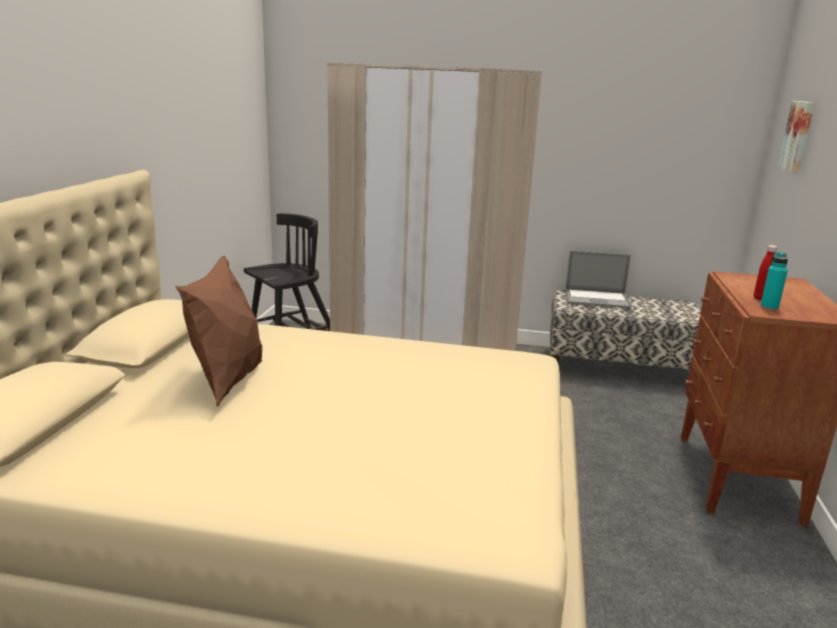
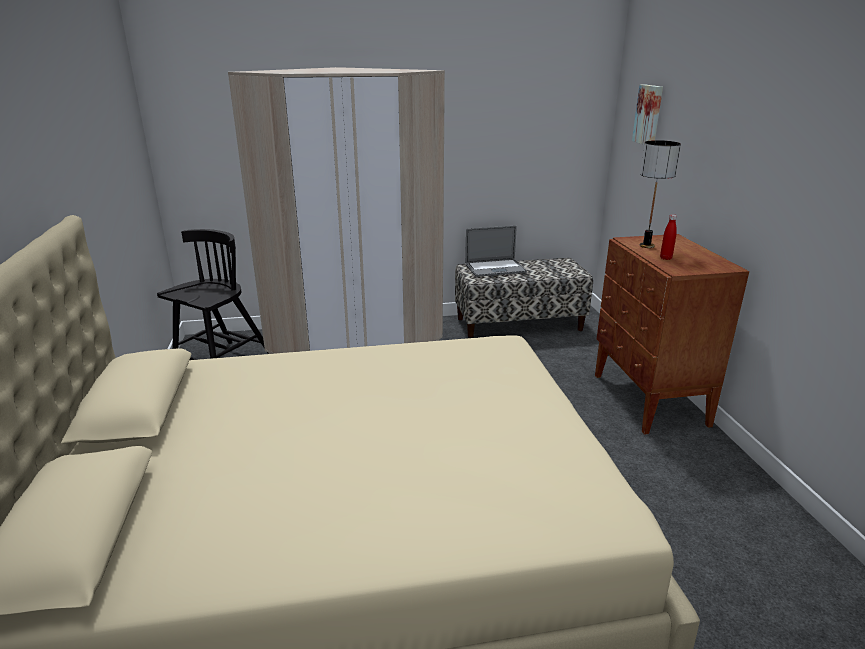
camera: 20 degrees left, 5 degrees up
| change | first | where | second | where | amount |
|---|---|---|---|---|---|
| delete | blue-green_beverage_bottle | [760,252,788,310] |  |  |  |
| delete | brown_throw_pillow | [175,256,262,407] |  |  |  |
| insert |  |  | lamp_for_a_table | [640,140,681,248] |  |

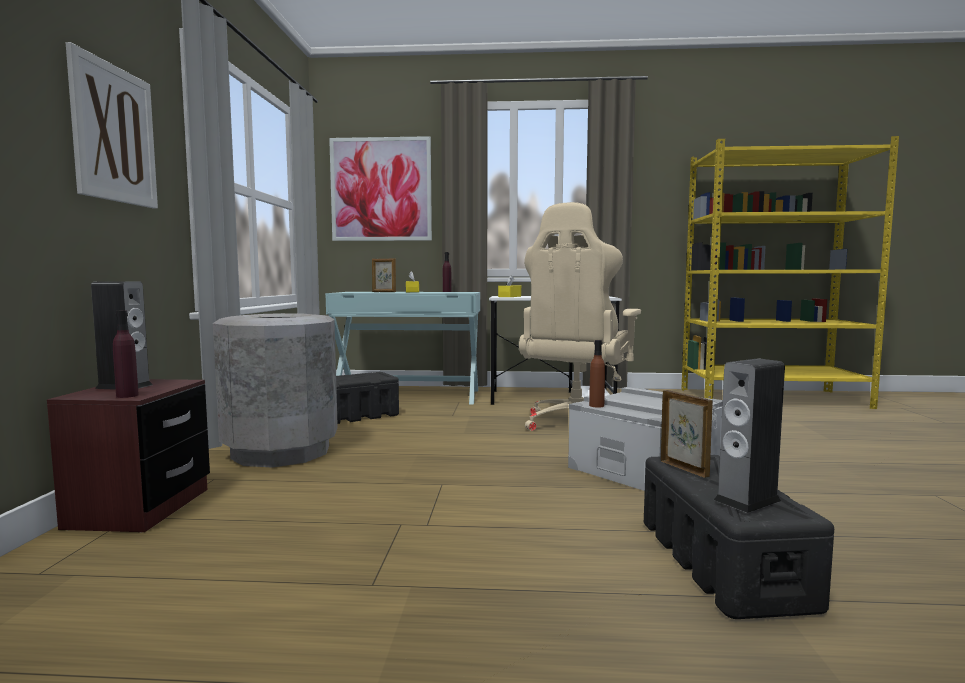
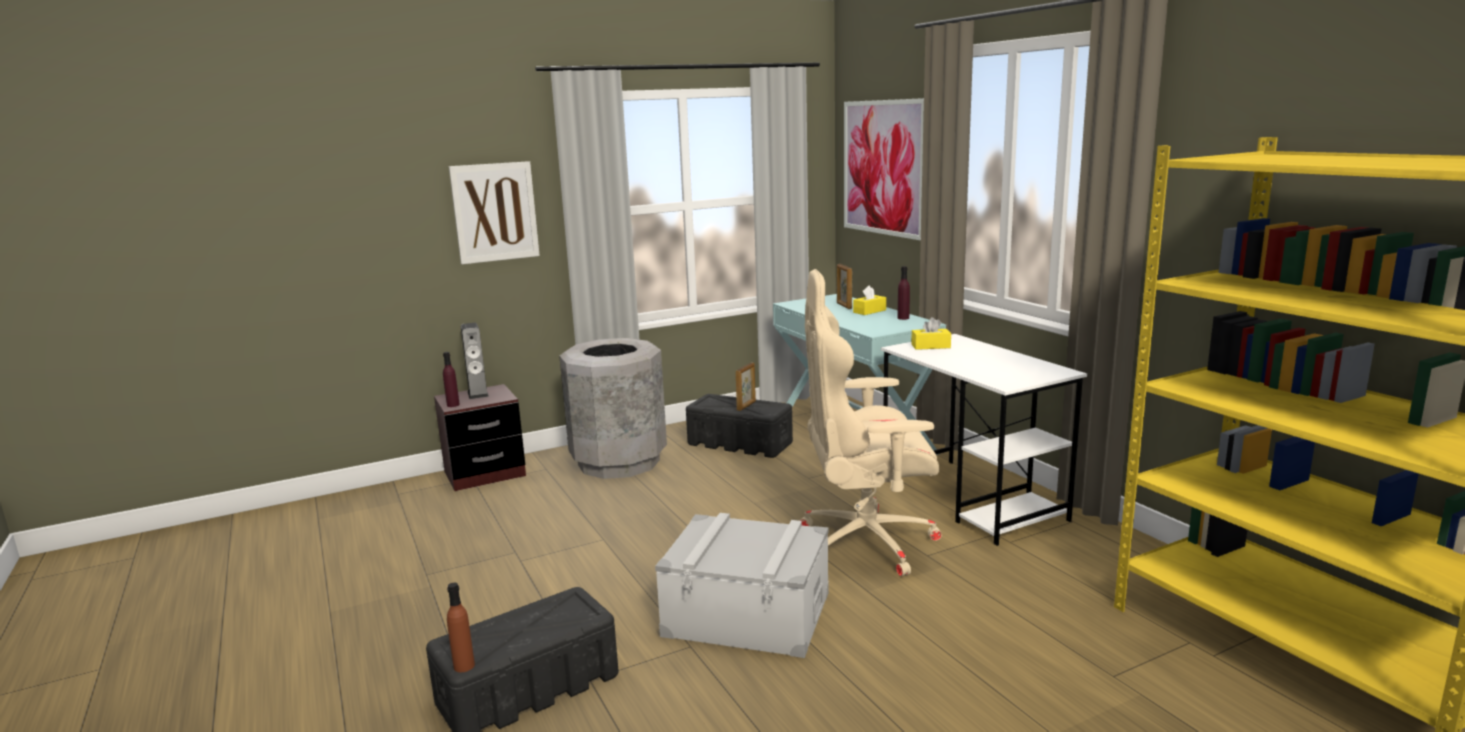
camera: 60 degrees right, 10 degrees up
| change | first | where | second | where | amount |
|---|---|---|---|---|---|
| move | brown_beverage_bottle | [589,340,605,407] |  | [447,583,475,672] |  |
| delete | loudspeaker | [714,358,785,513] |  |  |  |
| move | photo_frame | [661,390,713,478] |  | [736,362,756,411] |  |

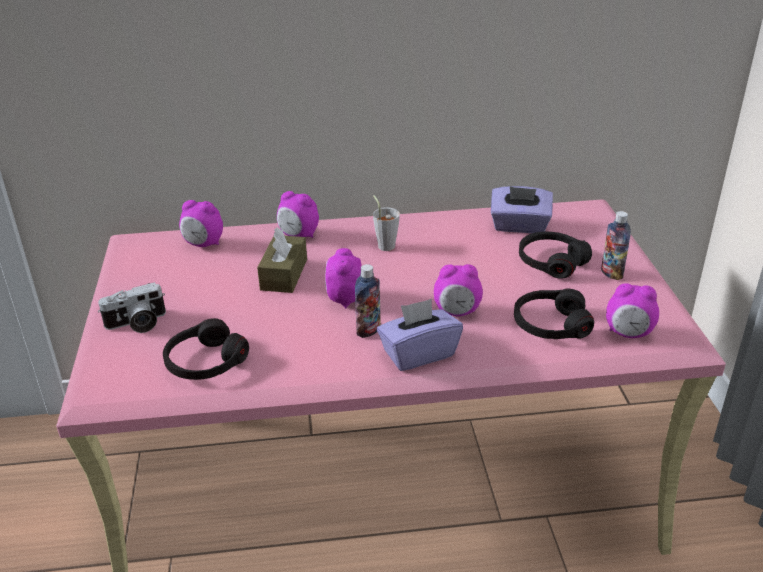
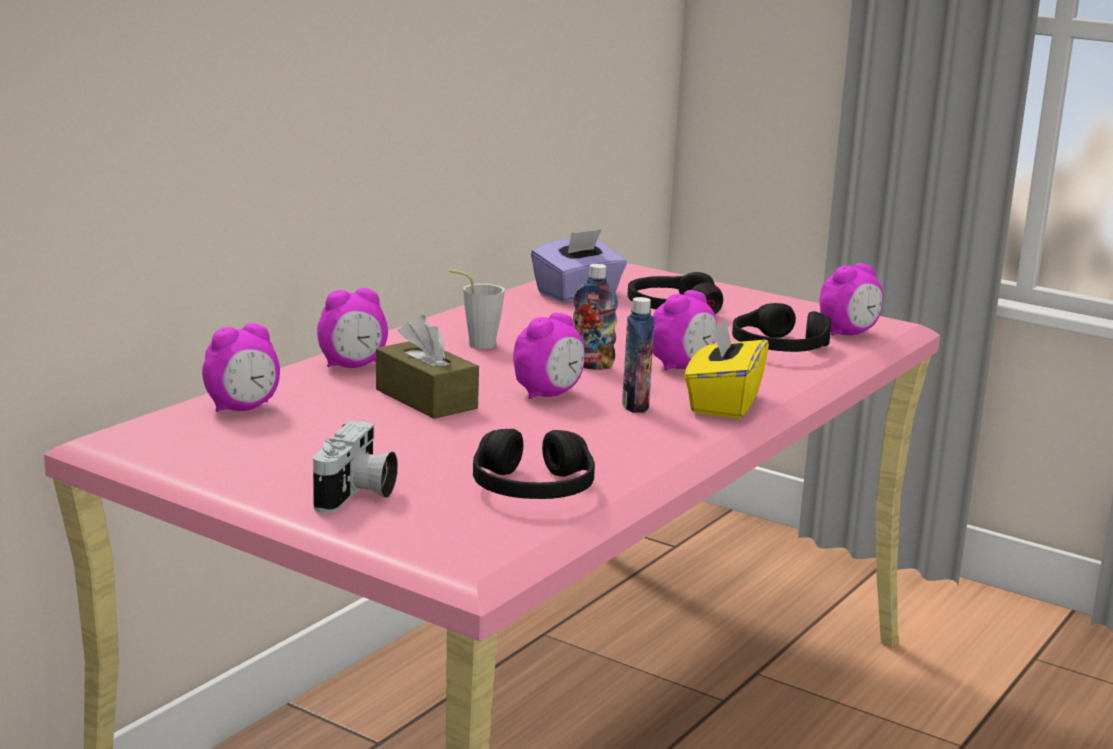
camera: 50 degrees left, 15 degrees down
| change | first | where | second | where | amount |
|---|---|---|---|---|---|
| move | beverage_bottle | [601,211,631,280] |  | [573,264,618,370] |  |
| rotate | bedside_clock | [325,248,362,309] |  | [513,312,585,399] | 90 degrees counterclockwise |
| recolor | purple_tissue_holder | [377,299,463,371] | yellow-coloured_tissue_holder | [684,318,769,419] |  |

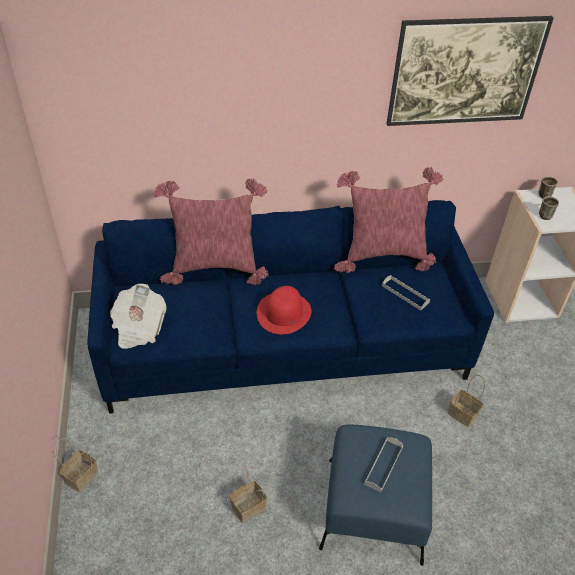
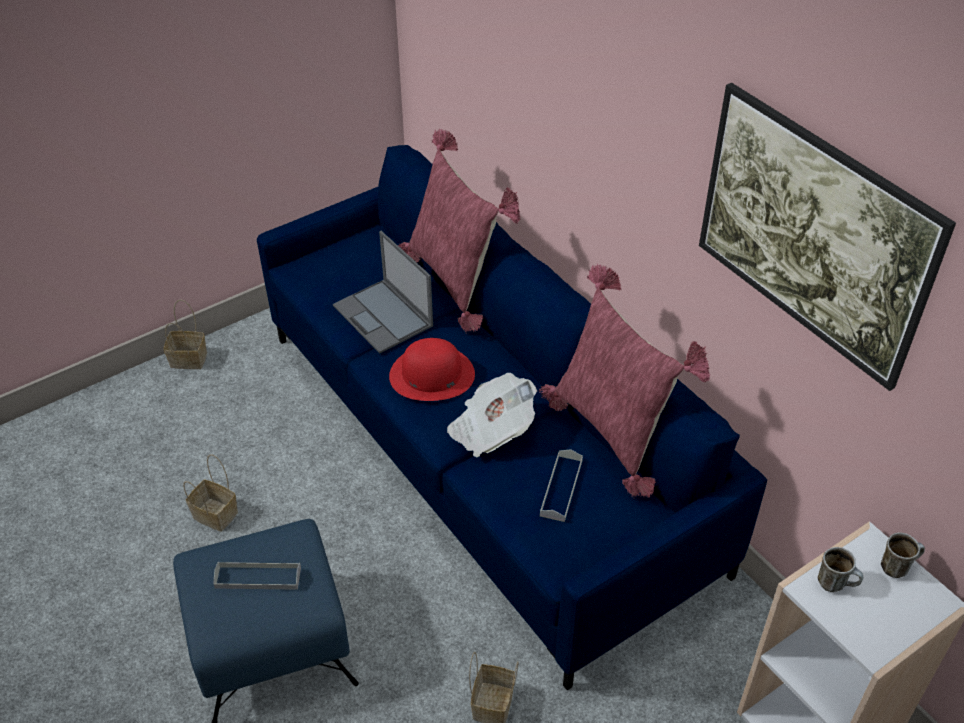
camera: 65 degrees right, 0 degrees up
| change | first | where | second | where | amount |
|---|---|---|---|---|---|
| move | newspaper | [110,284,167,349] |  | [447,373,537,458] |  |
| insert |  |  | notebook_computer | [333,231,433,354] |  |

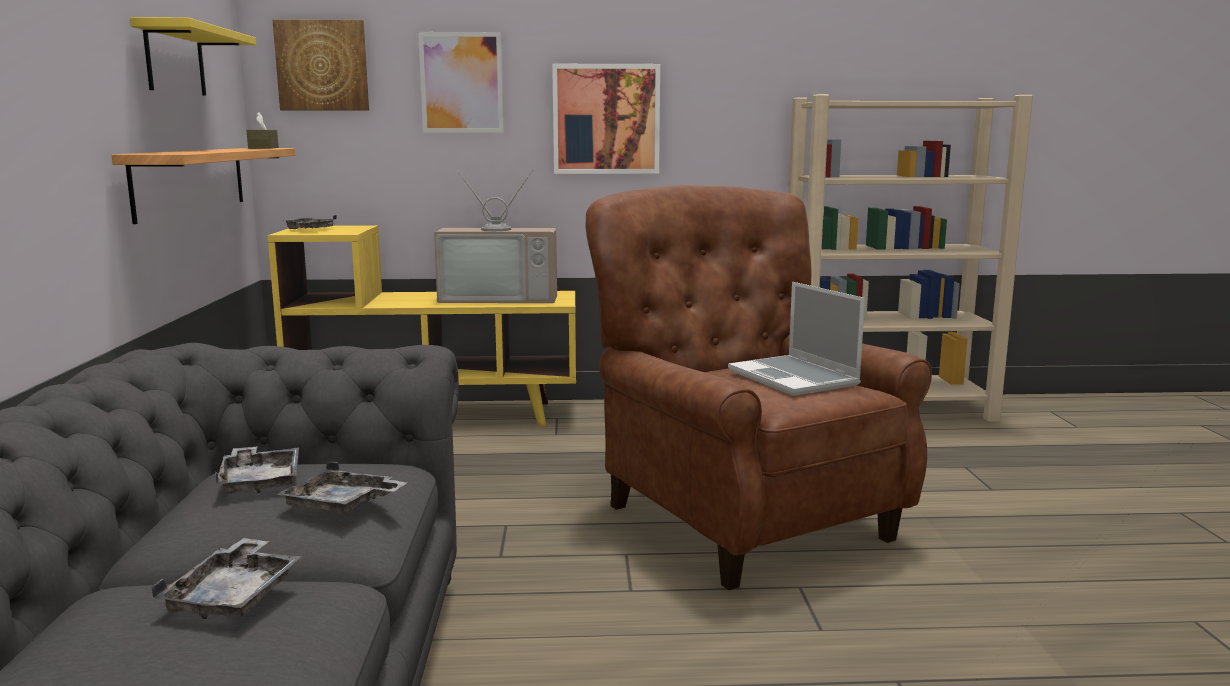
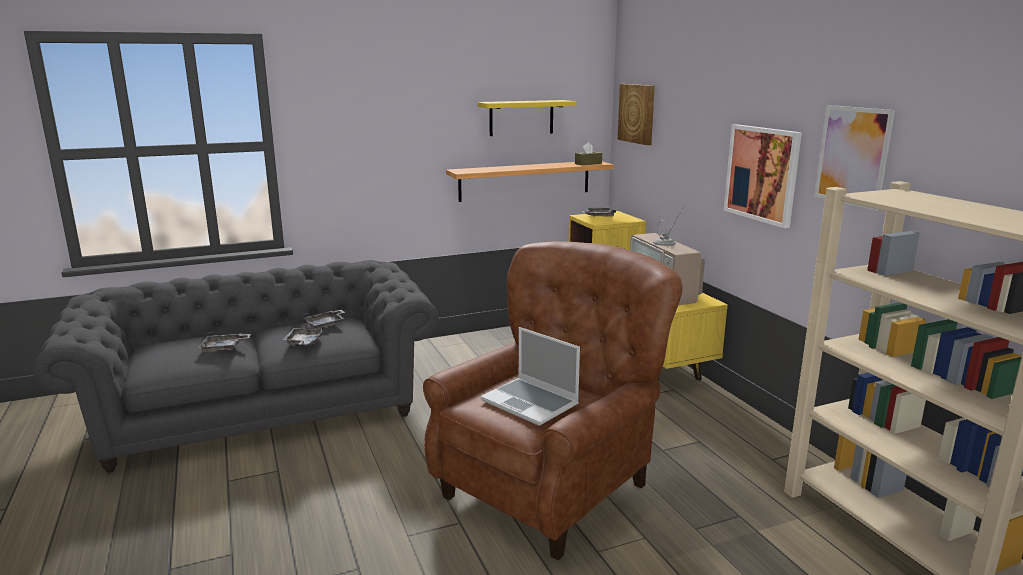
camera: 70 degrees right, 5 degrees up
| change | first | where | second | where | amount |
|---|---|---|---|---|---|
| move | picture | [418,32,504,133] |  | [814,105,895,211] |  |
| rotate | notebook_computer | [728,282,865,396] |  | [481,327,580,426] | 90 degrees counterclockwise |

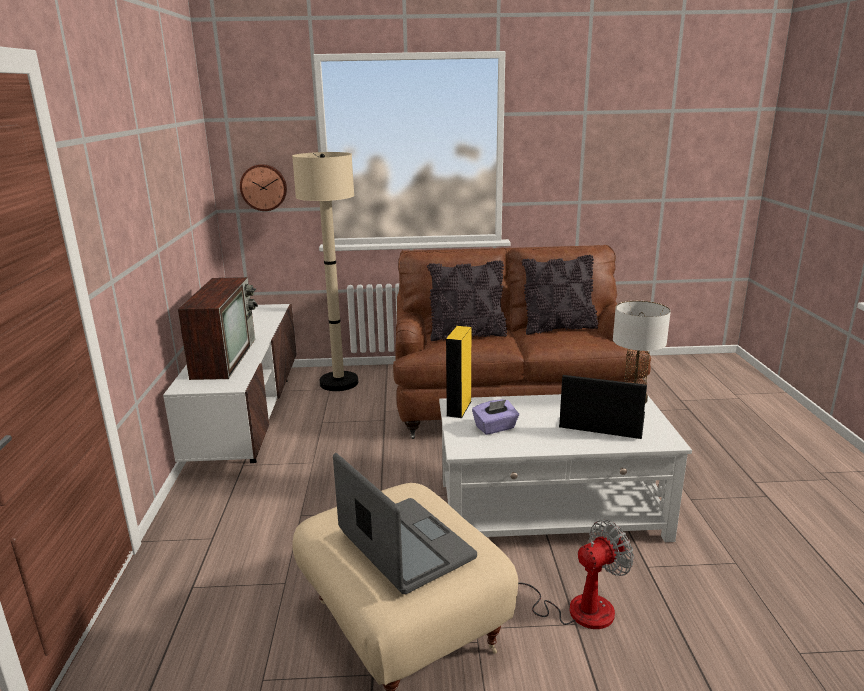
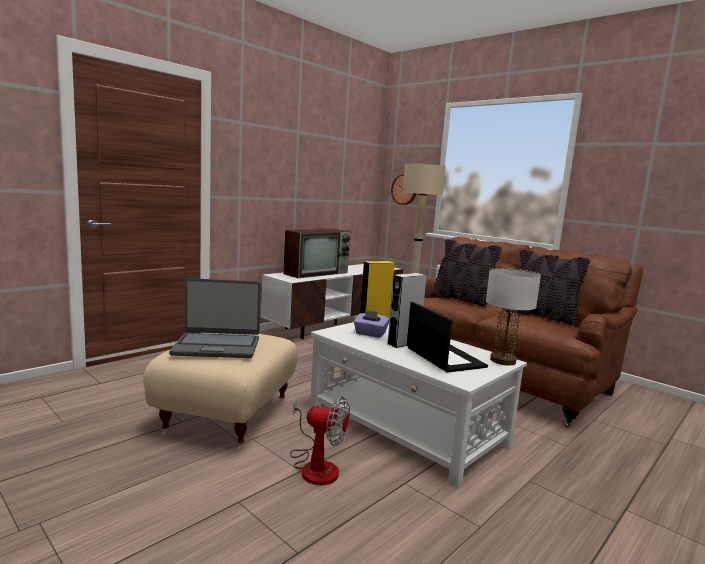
camera: 45 degrees right, 10 degrees down
| change | first | where | second | where | amount |
|---|---|---|---|---|---|
| rotate | notebook_computer | [333,453,477,594] |  | [169,278,261,358] | 75 degrees clockwise |
| insert |  |  | greyish_loudspeaker | [388,273,427,348] |  |

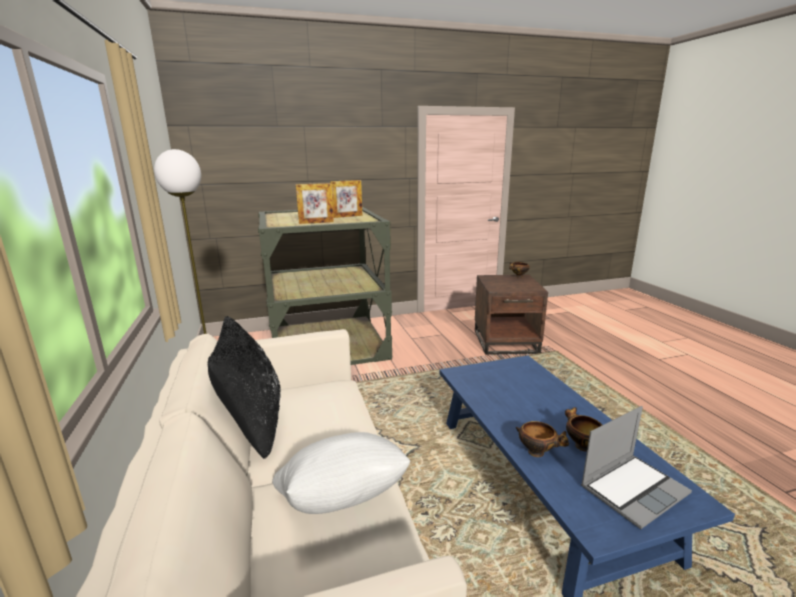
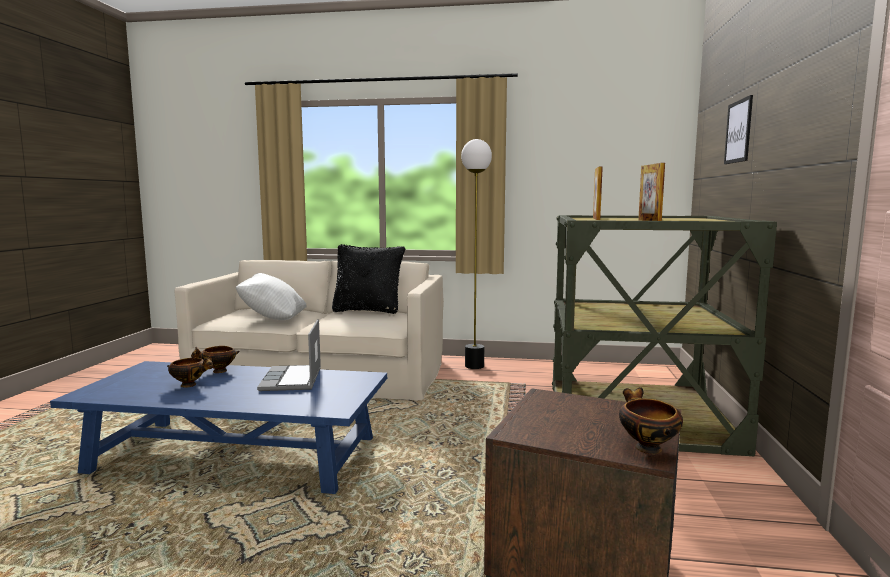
camera: 115 degrees right, 10 degrees down
| change | first | where | second | where | amount |
|---|---|---|---|---|---|
| move | notebook_computer | [581,406,692,529] |  | [257,319,321,391] |  |
| insert |  |  | picture | [724,95,753,164] |  |

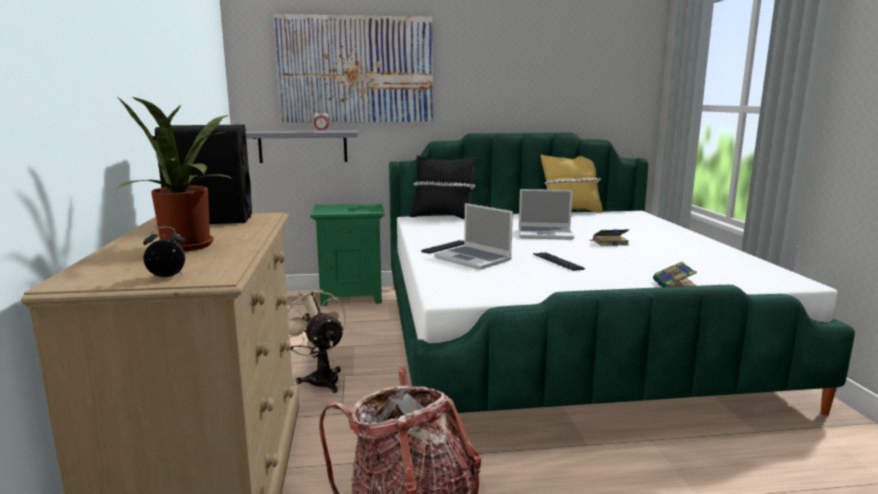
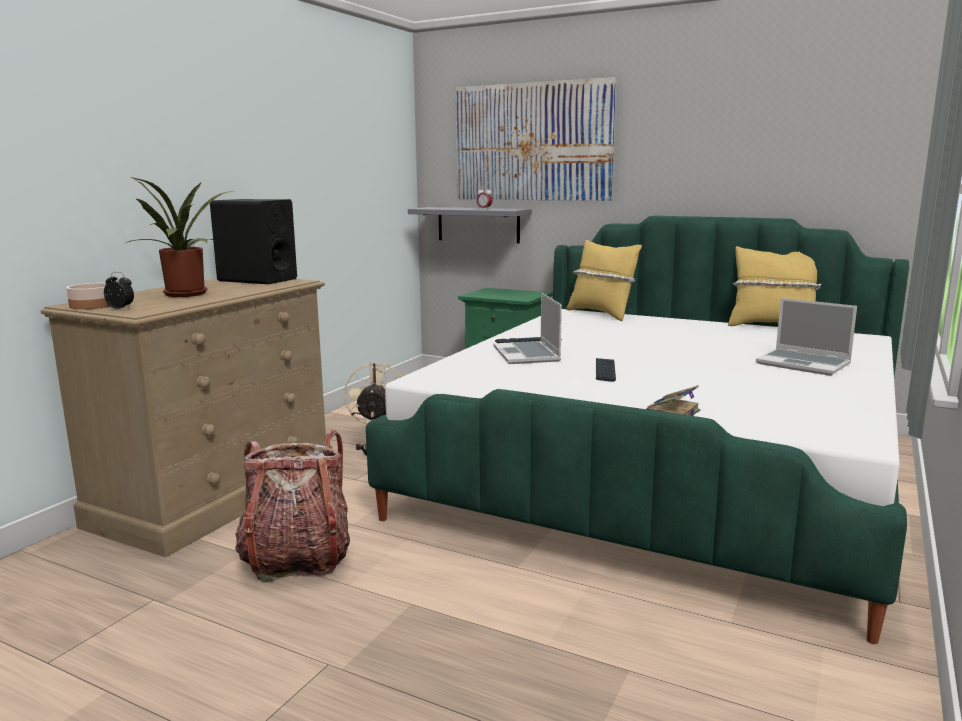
camera: 35 degrees right, 0 degrees up
| change | first | where | second | where | amount |
|---|---|---|---|---|---|
| recolor | blackish_throw_pillow | [410,155,476,220] | yellow-coloured_throw_pillow | [566,240,642,321] |  |
| move | notebook_computer | [519,189,574,240] |  | [756,298,857,376] |  |
| delete | book | [591,229,629,246] |  |  |  |
| insert |  |  | serving_bowl | [66,283,110,310] |  |

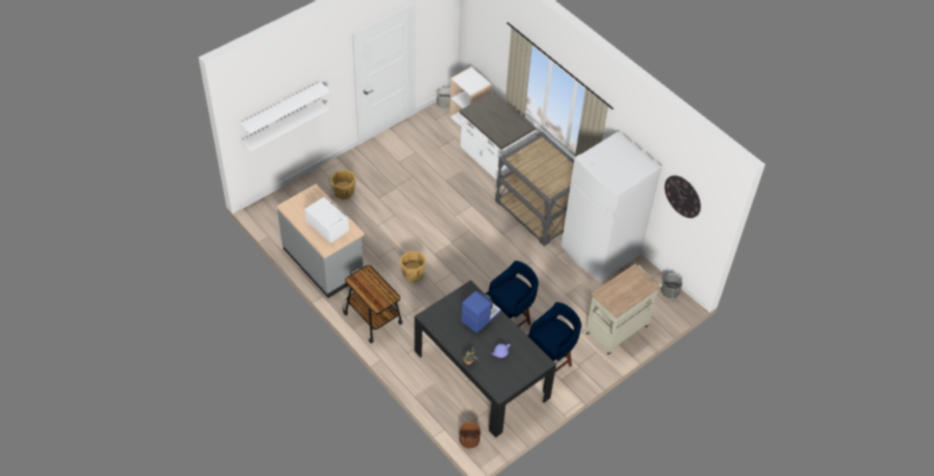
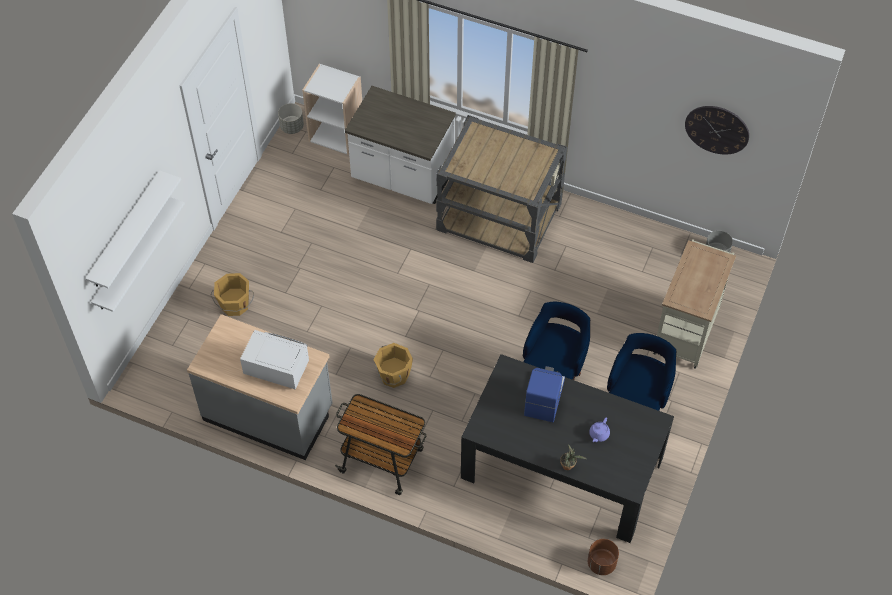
camera: 25 degrees left, 5 degrees up
| change | first | where | second | where | amount |
|---|---|---|---|---|---|
| delete | white_refrigerator | [561,131,662,282] |  |  |  |

